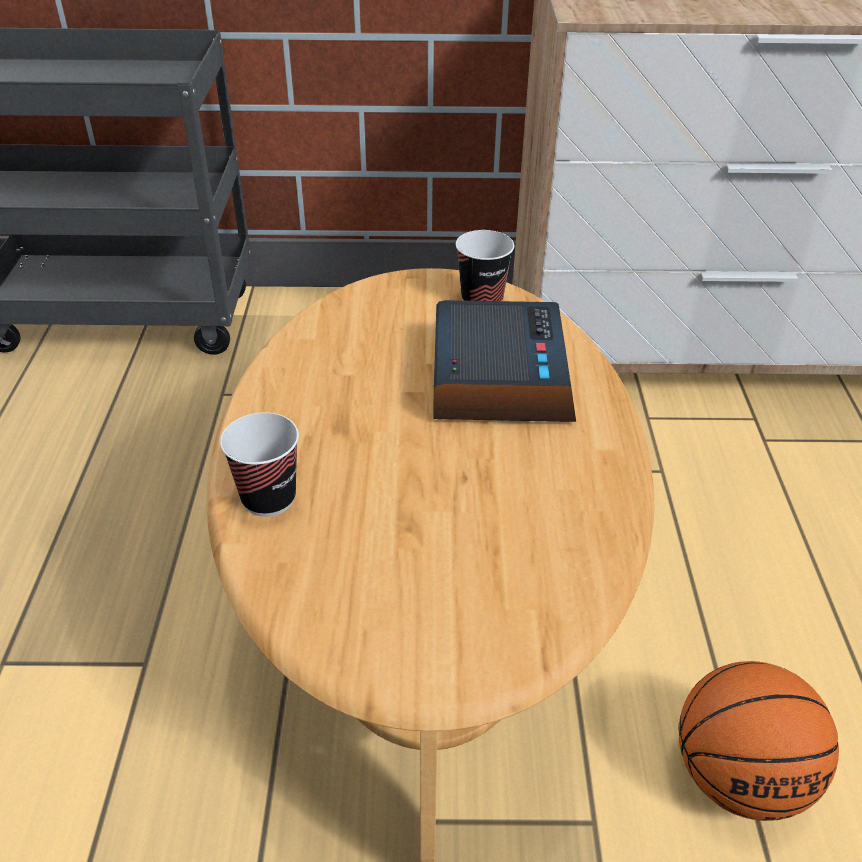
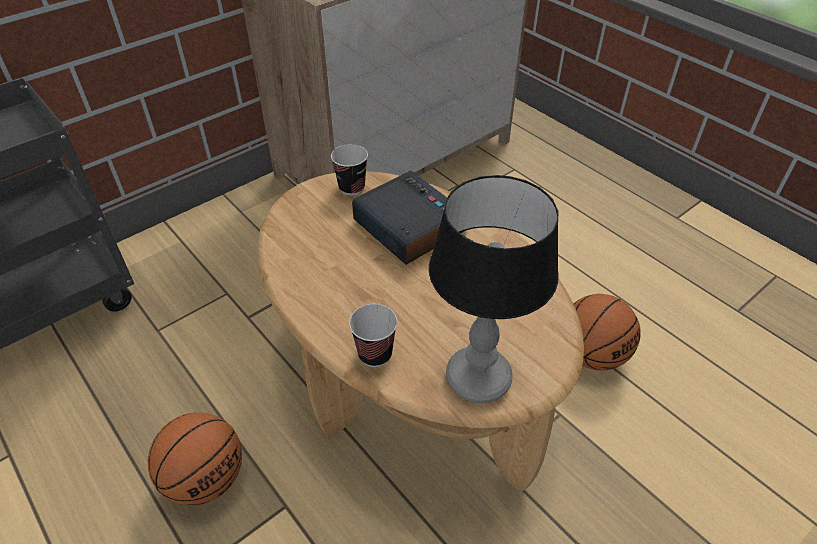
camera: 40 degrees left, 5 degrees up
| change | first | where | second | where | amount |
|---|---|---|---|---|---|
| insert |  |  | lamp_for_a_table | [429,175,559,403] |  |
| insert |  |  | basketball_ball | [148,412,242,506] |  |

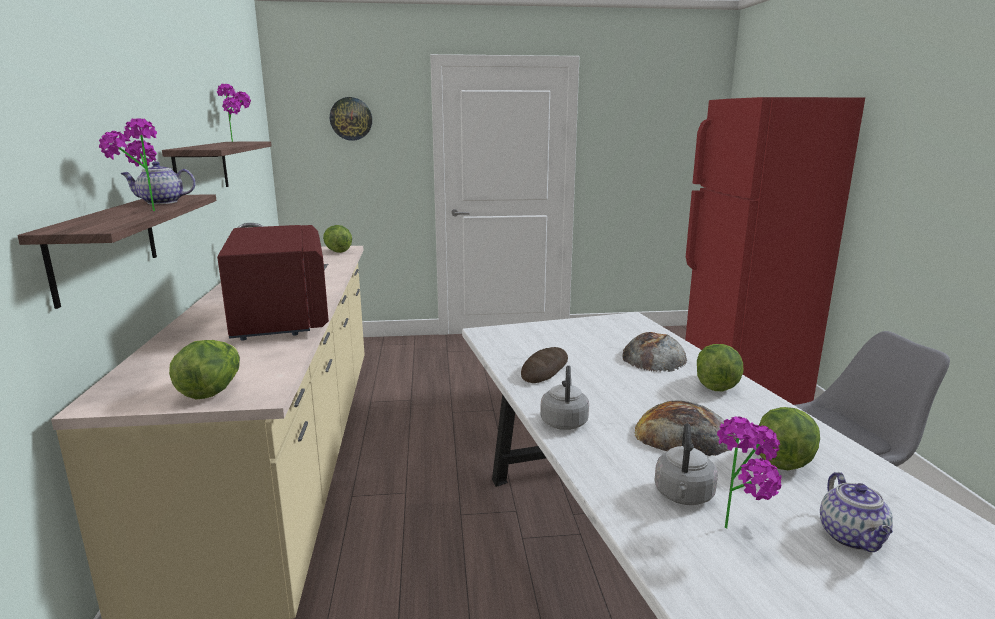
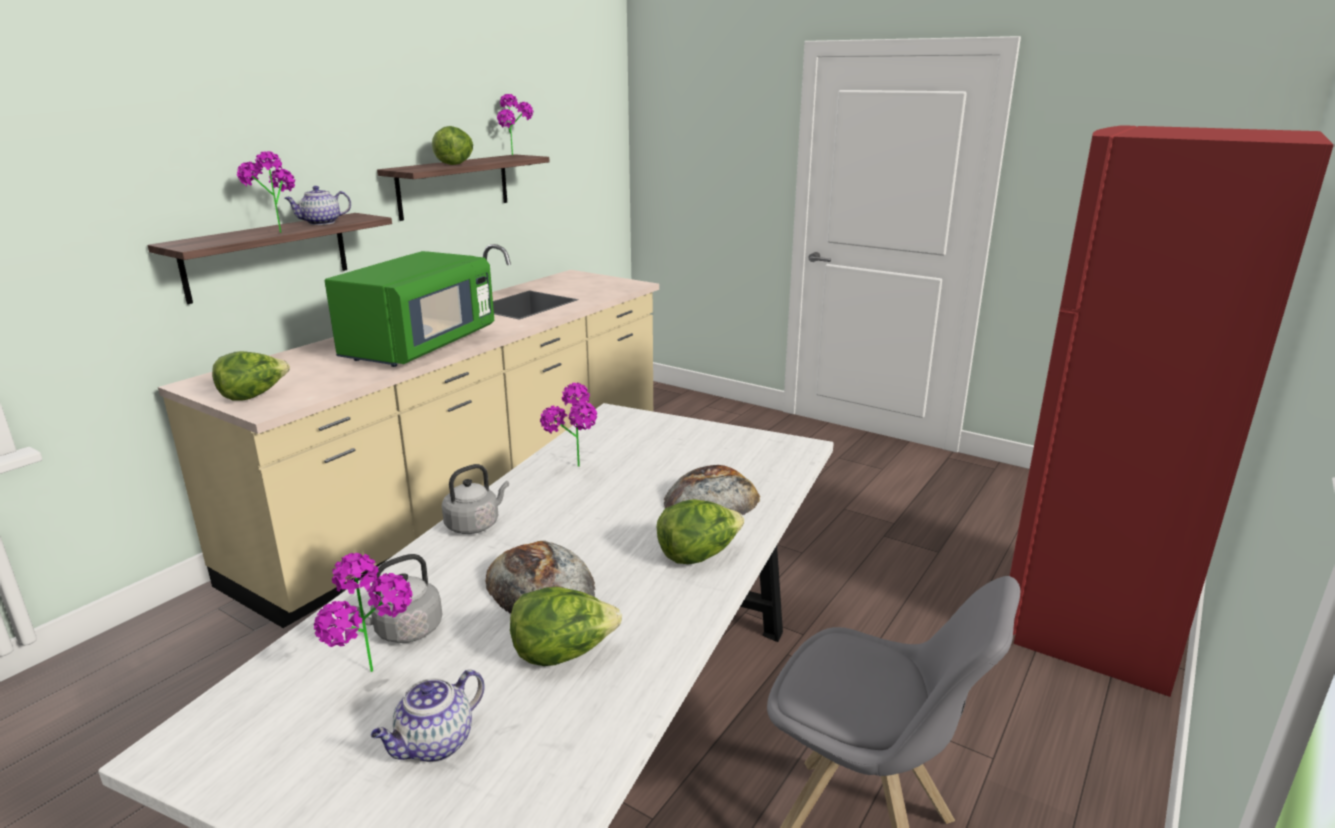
camera: 40 degrees right, 5 degrees up
| change | first | where | second | where | amount |
|---|---|---|---|---|---|
| delete | wall_clock | [330,97,372,141] |  |  |  |
| rotate | tea_pot | [120,161,196,204] |  | [284,186,351,225] | 60 degrees counterclockwise |
| recolor | red_microwave_oven | [217,225,329,341] | green_microwave_oven | [325,251,494,367] |  |
| move | head_of_lettuce | [323,225,352,253] |  | [432,126,473,165] |  |
| replace | baked_bread | [521,347,568,383] | plant_in_a_pot | [540,383,597,467] |  |

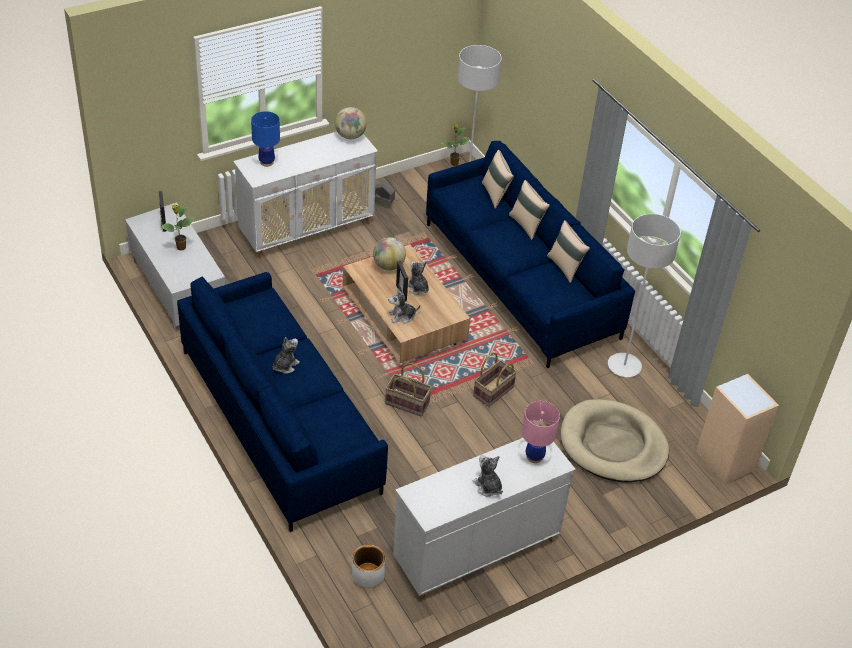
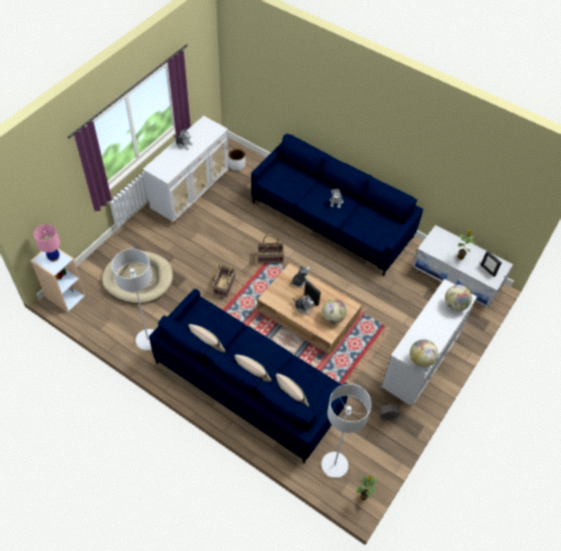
camera: 155 degrees right, 10 degrees up
| change | first | where | second | where | amount |
|---|---|---|---|---|---|
| replace | blue_lamp_for_a_table | [251,111,280,167] | desk_globe | [445,285,472,311] |  |
| move | pinkish_lamp_for_a_table | [522,401,560,463] |  | [34,224,60,262] |  |

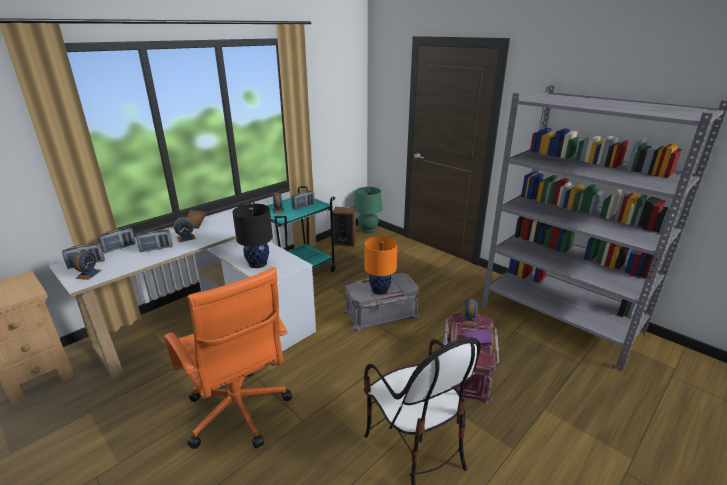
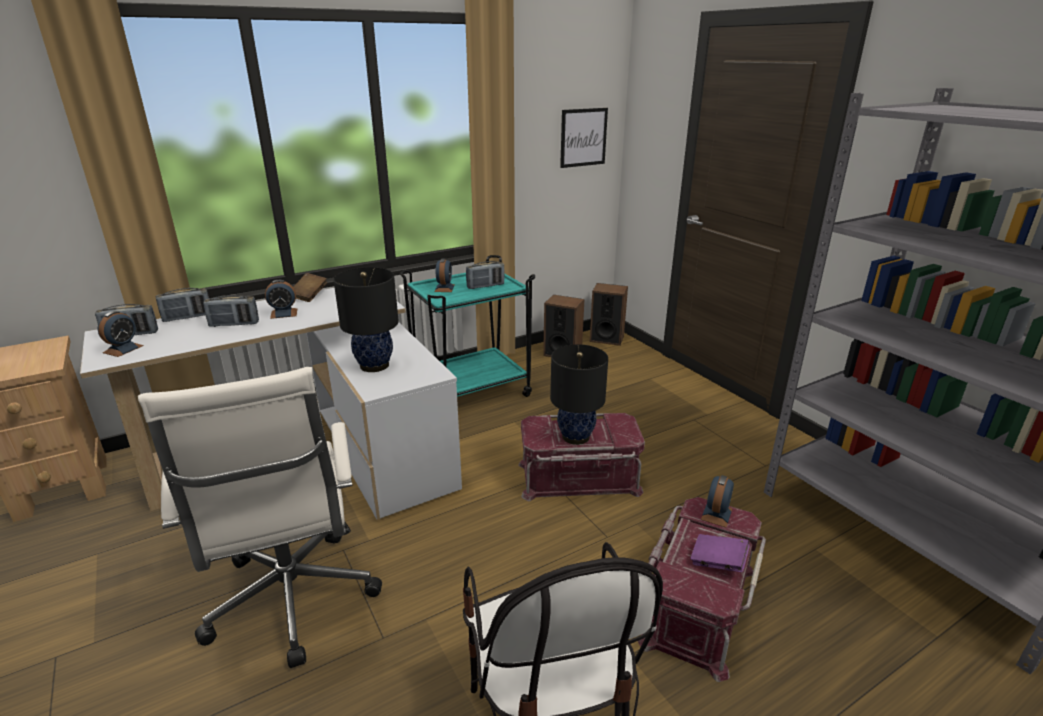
camera: 15 degrees right, 0 degrees up
| change | first | where | second | where | amount |
|---|---|---|---|---|---|
| replace | green_lamp_for_a_table | [354,187,383,233] | loudspeaker | [590,283,628,346] |  |
| recolor | orangey_lamp_for_a_table | [365,236,397,295] | blackish_lamp_for_a_table | [550,344,608,445] |  |
| recolor | orangey_computer_chair | [164,267,292,449] | white_computer_chair | [138,367,382,668] |  |
| recolor | greyish_storage_bin | [344,273,419,332] | red_storage_bin | [519,413,645,501] |  |
| insert |  |  | picture | [560,108,608,168] |  |

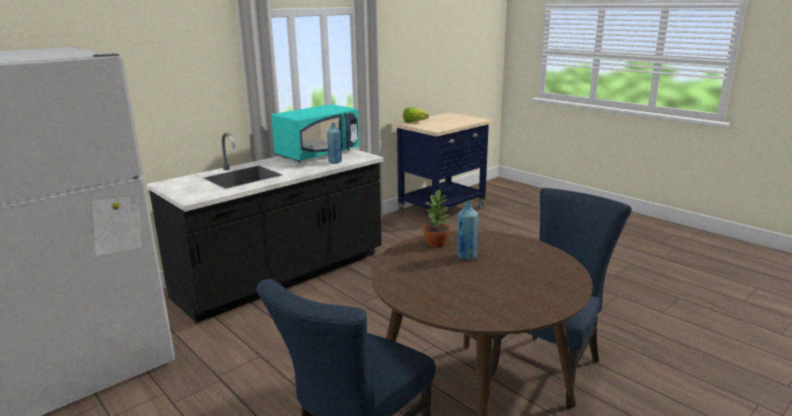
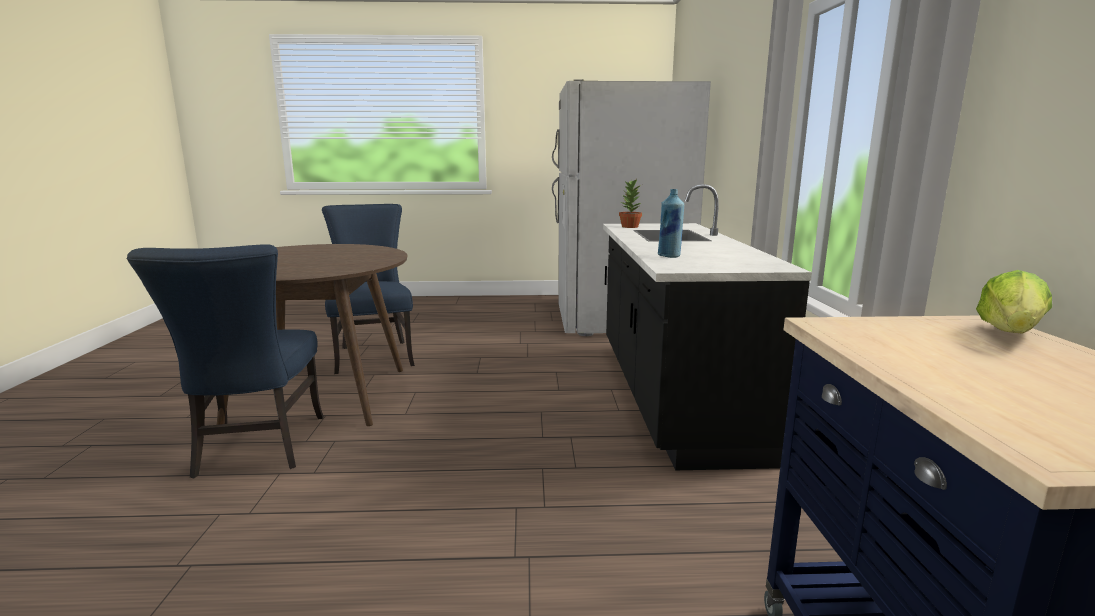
camera: 130 degrees right, 5 degrees down
| change | first | where | second | where | amount |
|---|---|---|---|---|---|
| delete | blue-green_microwave_oven | [271,104,360,162] |  |  |  |
| move | plant_in_a_pot | [423,188,450,247] |  | [619,179,642,228] |  |
| delete | blue_beverage_bottle | [458,201,478,260] |  |  |  |

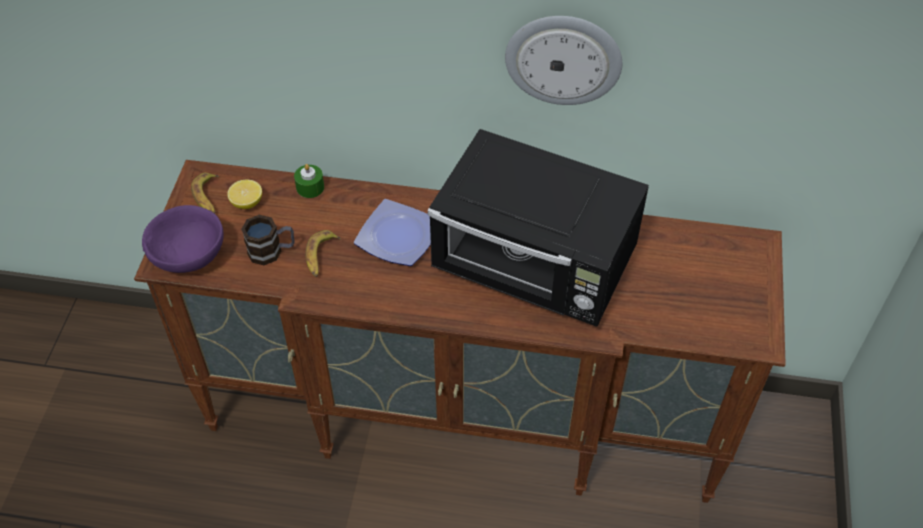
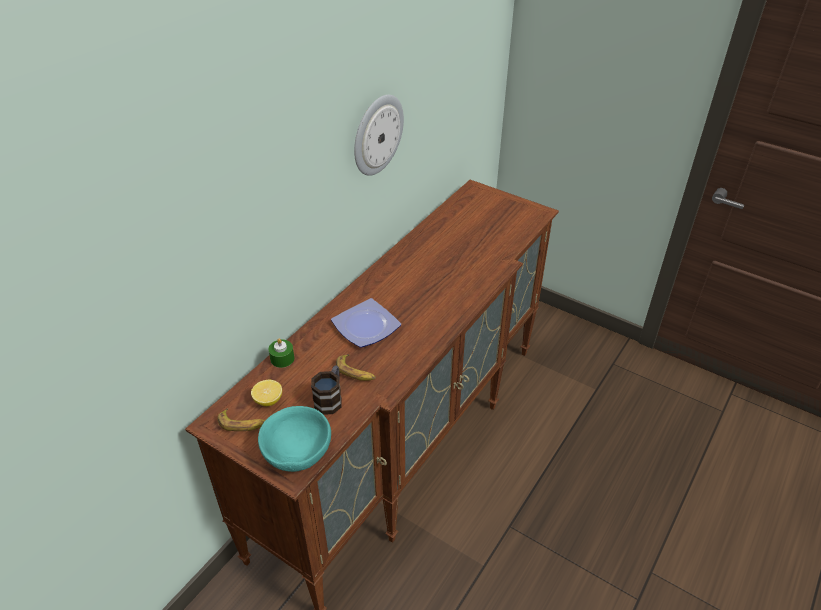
camera: 65 degrees left, 10 degrees down
| change | first | where | second | where | amount |
|---|---|---|---|---|---|
| delete | blackish_microwave_oven | [428,129,649,327] |  |  |  |
| recolor | purple_serving_bowl | [142,205,224,273] | blue-green_serving_bowl | [258,406,331,472] |  |

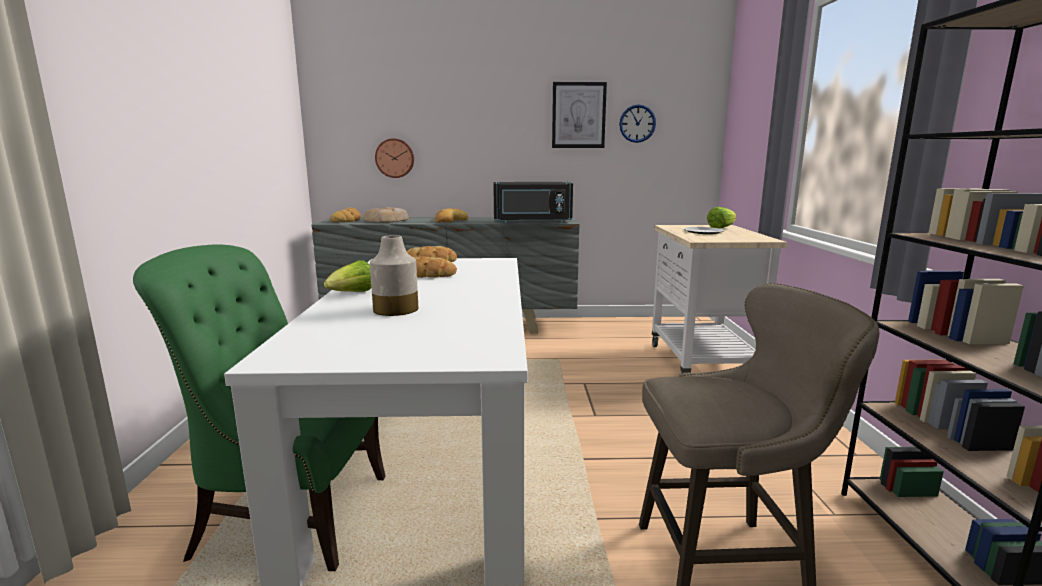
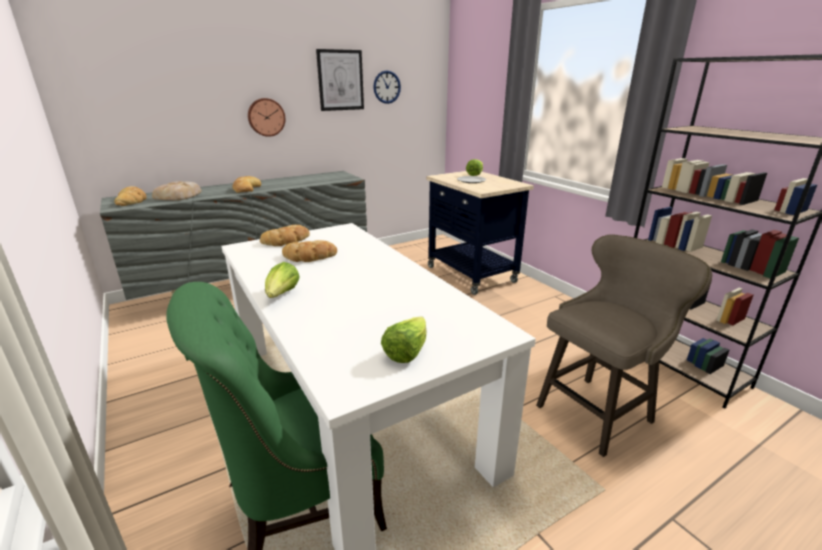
camera: 30 degrees left, 10 degrees up
| change | first | where | second | where | amount |
|---|---|---|---|---|---|
| move | wall_clock | [375,138,414,178] |  | [248,98,285,137] |  |
| delete | blackish_microwave_oven | [493,182,573,223] |  |  |  |
| recolor | white_wheeled_cart | [652,225,787,375] | blue_wheeled_cart | [426,171,534,295] |  |
| delete | beige_vase | [370,235,419,316] |  |  |  |
| insert |  |  | head_of_lettuce | [381,316,427,363] |  |

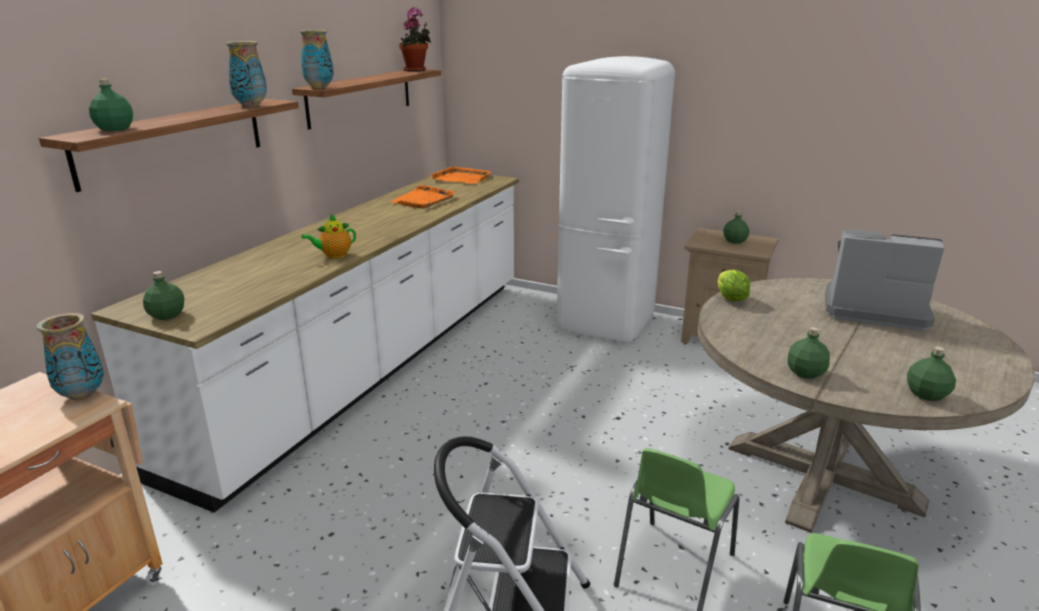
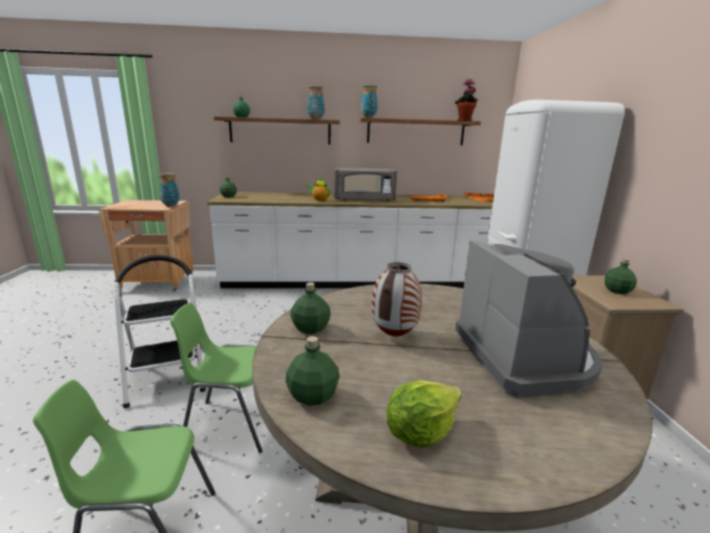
camera: 60 degrees right, 5 degrees down
| change | first | where | second | where | amount |
|---|---|---|---|---|---|
| move | head_of_lettuce | [718,270,750,302] |  | [386,380,462,448] |  |
| insert |  |  | greyish_microwave_oven | [334,168,397,201] |  |
| insert |  |  | vase | [372,262,422,337] |  |

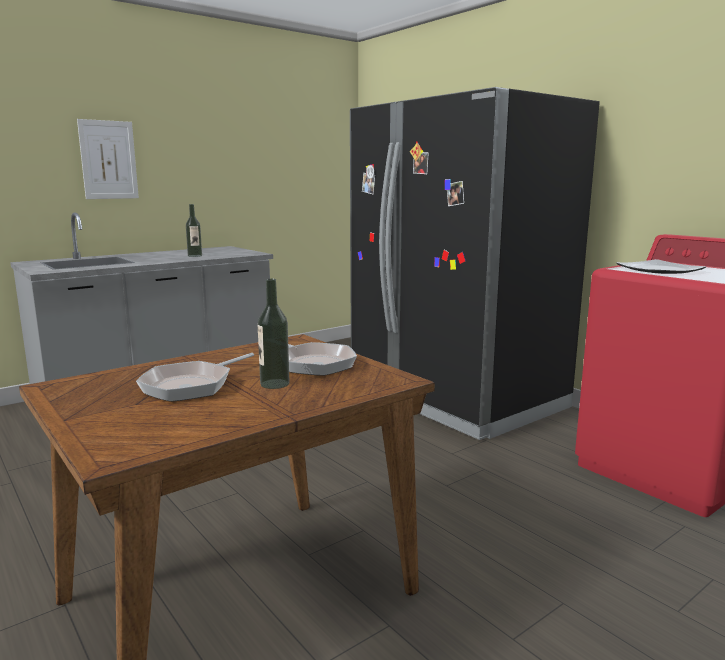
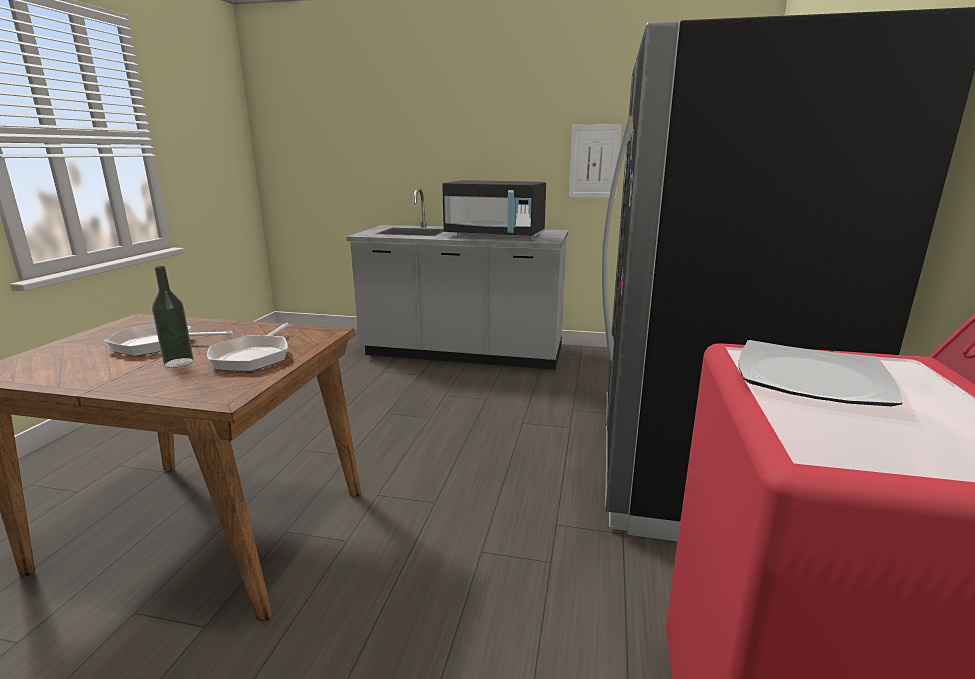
camera: 50 degrees right, 5 degrees up
| change | first | where | second | where | amount |
|---|---|---|---|---|---|
| move | picture | [77,119,139,199] |  | [569,124,622,198] |  |
| replace | beverage_bottle | [186,204,202,257] | blackish_microwave_oven | [442,180,546,240] |  |

